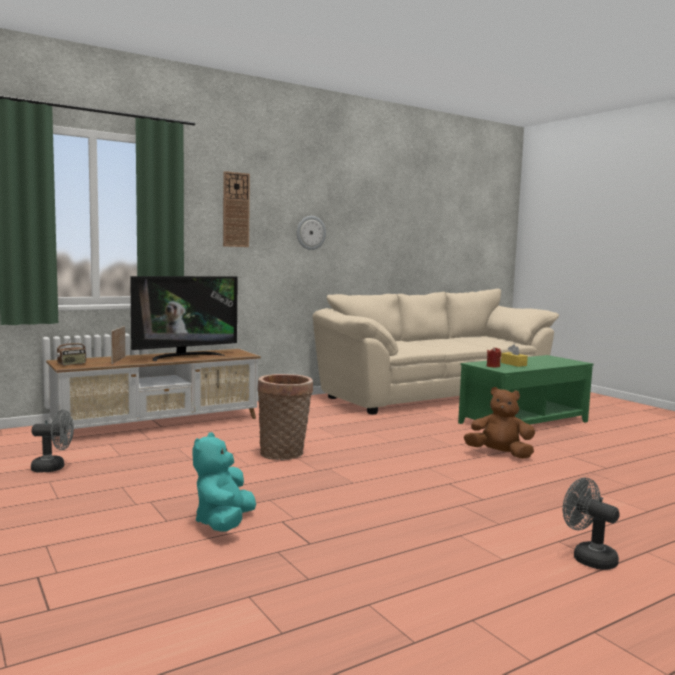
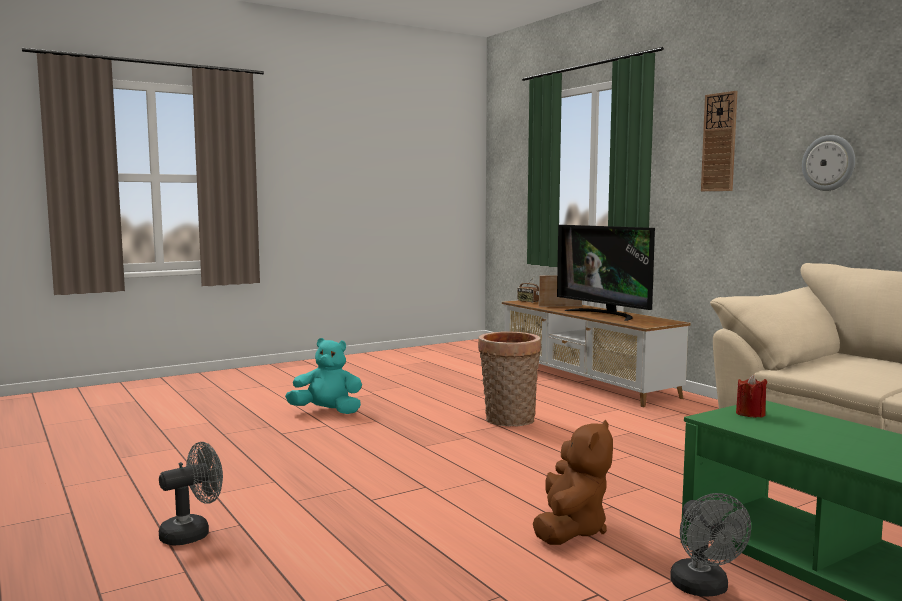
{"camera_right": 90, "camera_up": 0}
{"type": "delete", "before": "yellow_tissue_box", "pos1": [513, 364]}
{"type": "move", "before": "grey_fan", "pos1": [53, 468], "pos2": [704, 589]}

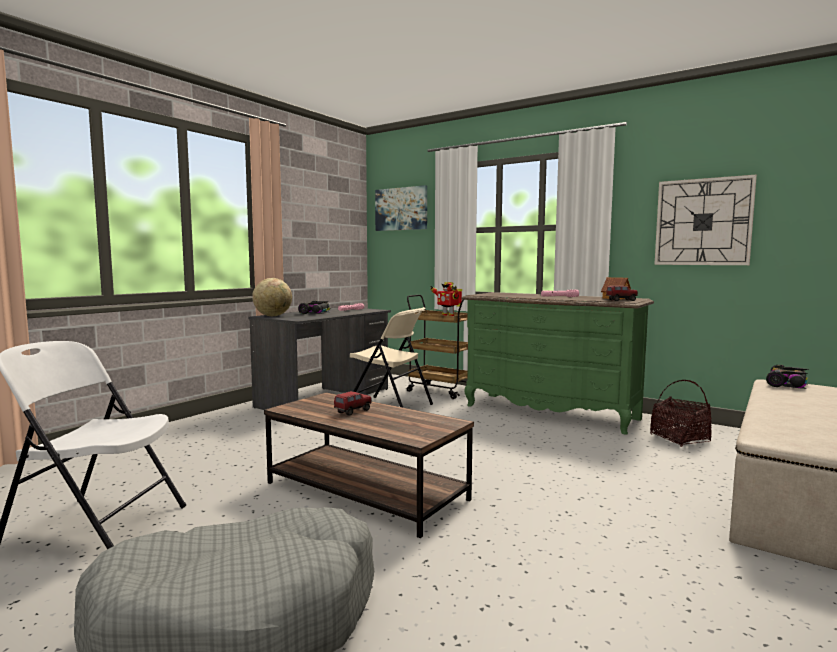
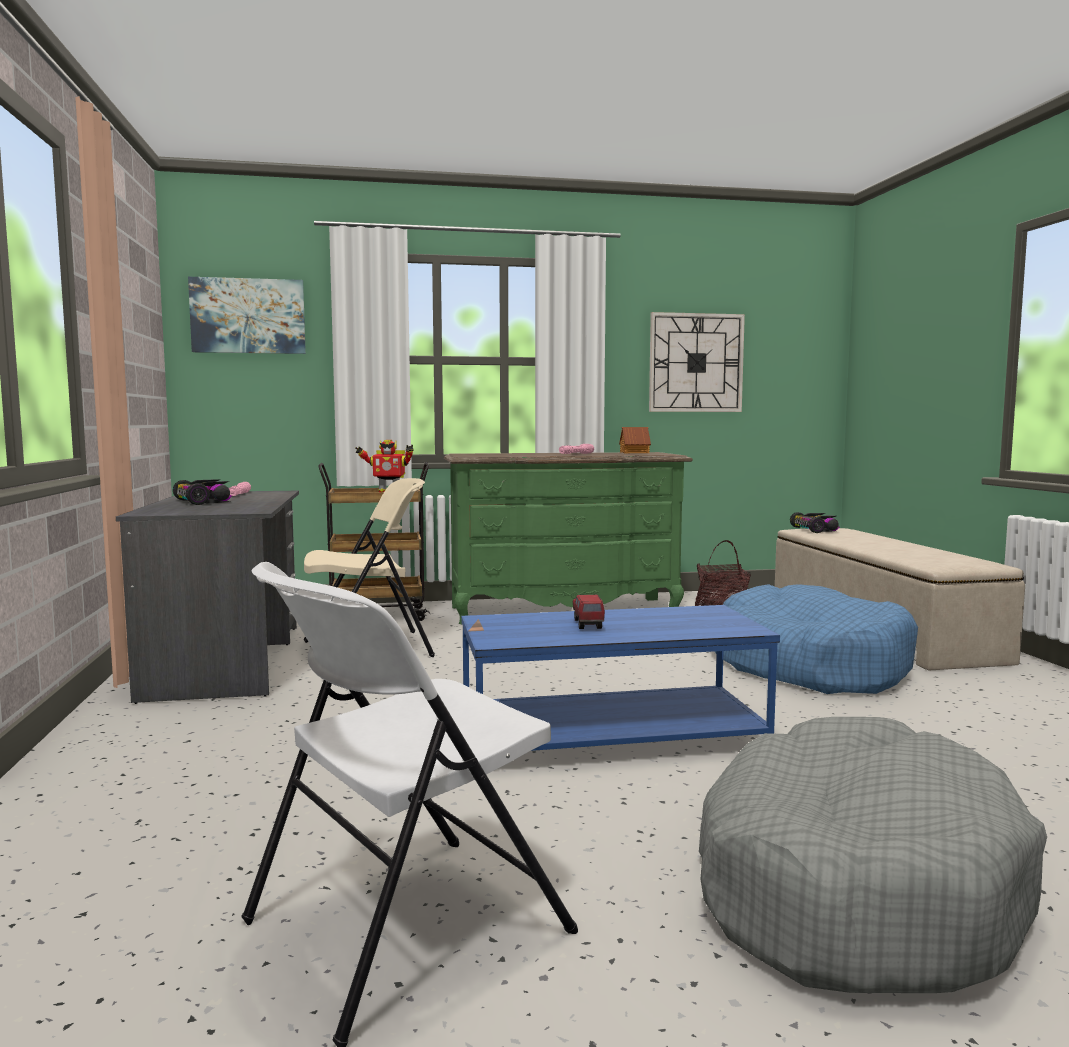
{"camera_right": -45, "camera_up": 0}
{"type": "delete", "before": "globe", "pos1": [273, 316]}
{"type": "delete", "before": "toy_truck", "pos1": [621, 300]}
{"type": "insert", "after": "blue_dog_bed", "pos2": [808, 665]}
{"type": "recolor", "before": "brown_coffee_table", "after": "blue_coffee_table", "pos1": [364, 491], "pos2": [610, 738]}

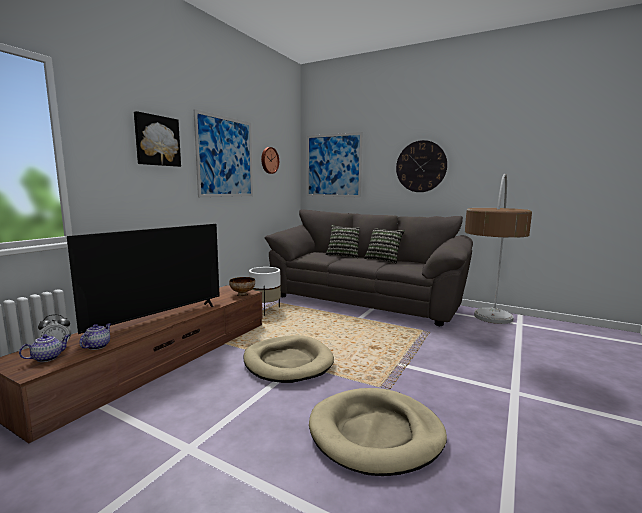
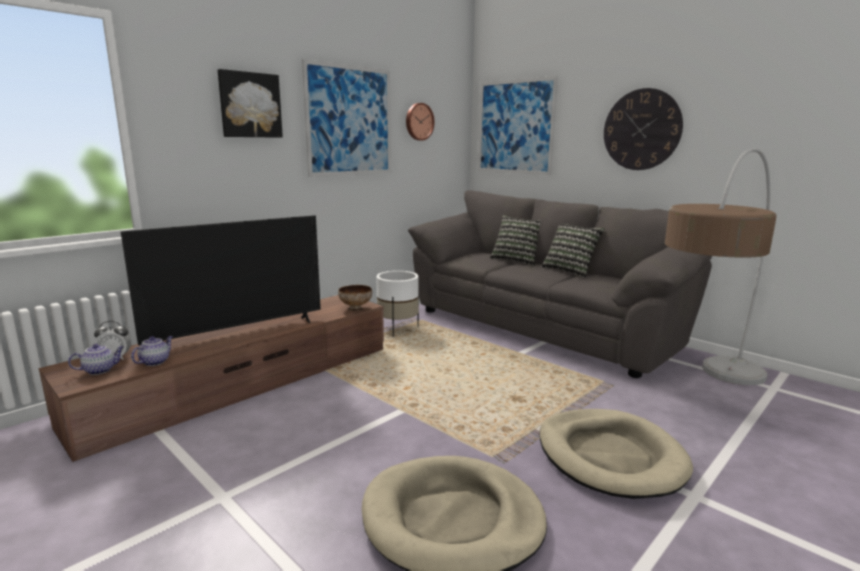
{"camera_right": 15, "camera_up": 5}
{"type": "move", "before": "beige_dog_bed", "pos1": [288, 362], "pos2": [610, 456]}

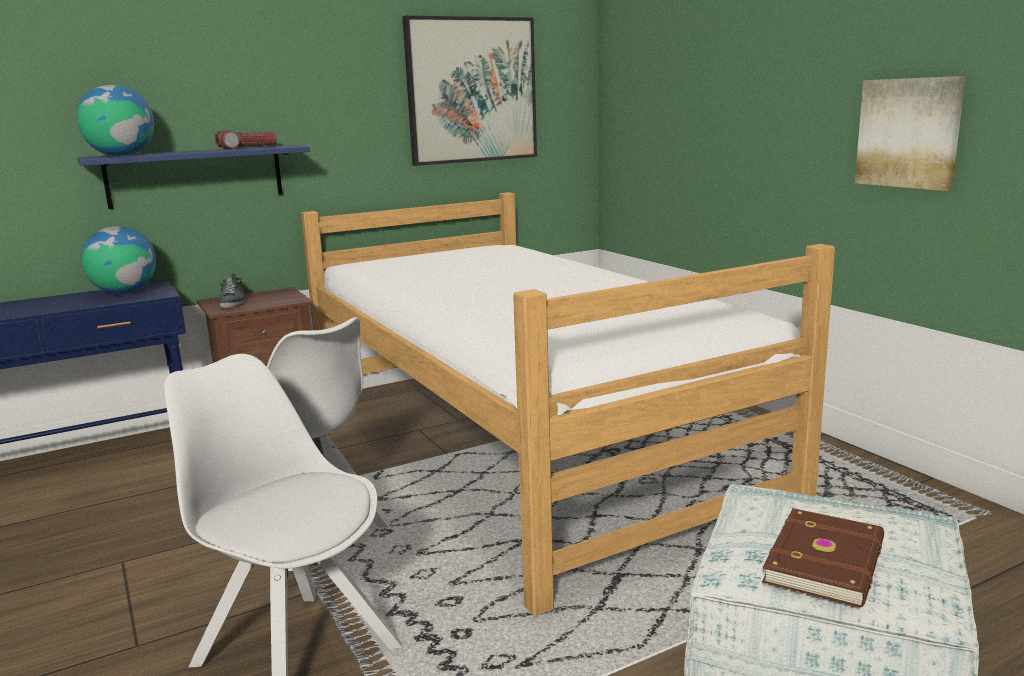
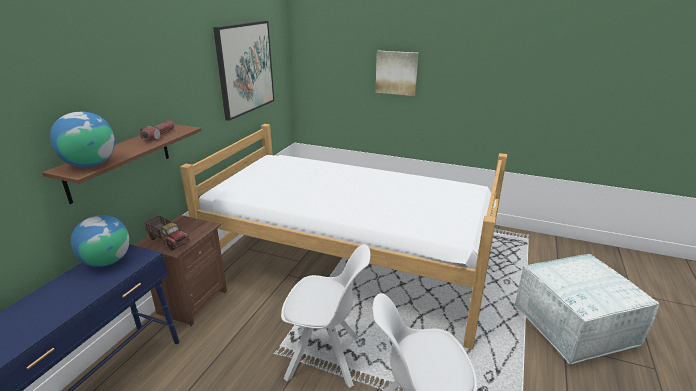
{"camera_right": -40, "camera_up": 10}
{"type": "delete", "before": "brown_book", "pos1": [827, 562]}
{"type": "move", "before": "picture", "pos1": [909, 133], "pos2": [396, 72]}
{"type": "replace", "before": "shoe", "after": "toy_truck", "pos1": [233, 302], "pos2": [168, 240]}
{"type": "recolor", "before": "blue_shelf", "after": "brown_shelf", "pos1": [195, 176], "pos2": [120, 161]}

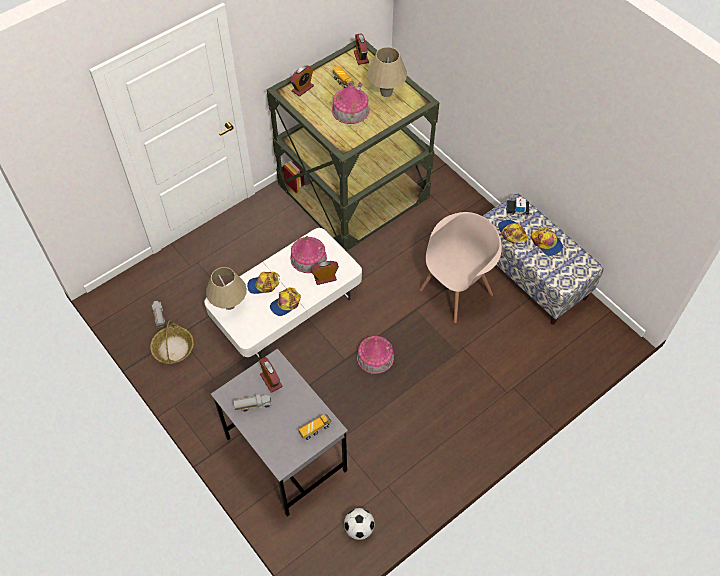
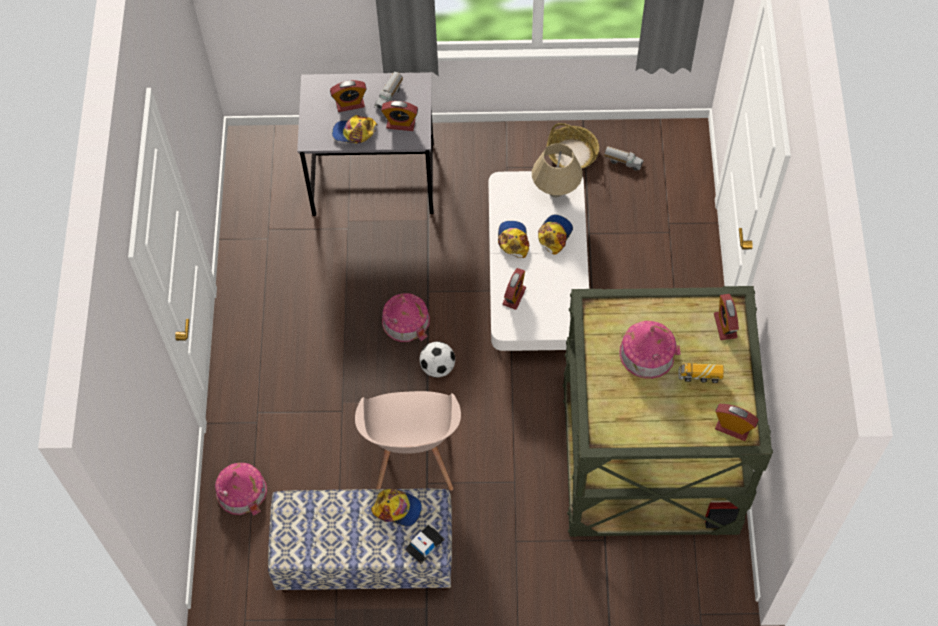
{"camera_right": 130, "camera_up": 5}
{"type": "delete", "before": "toy_truck", "pos1": [315, 429]}
{"type": "delete", "before": "beige_table_lamp", "pos1": [386, 93]}
{"type": "insert", "after": "alarm_clock", "pos2": [350, 104]}
{"type": "move", "before": "toy_house", "pos1": [308, 258], "pos2": [241, 491]}
{"type": "move", "before": "football", "pos1": [359, 528], "pos2": [437, 367]}
{"type": "move", "before": "cap", "pos1": [546, 243], "pos2": [354, 132]}

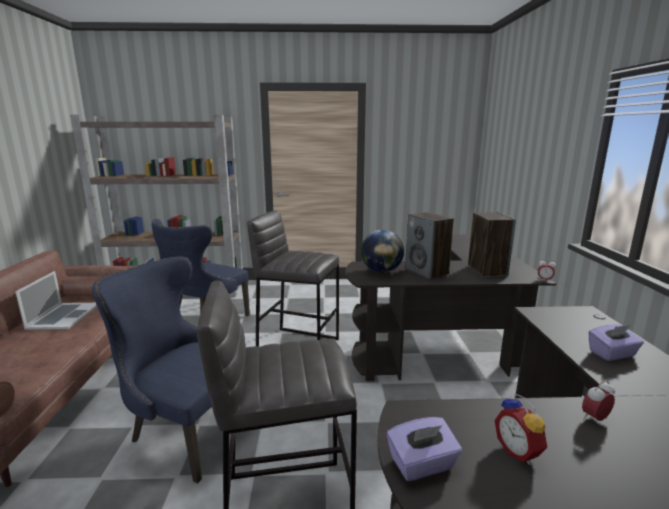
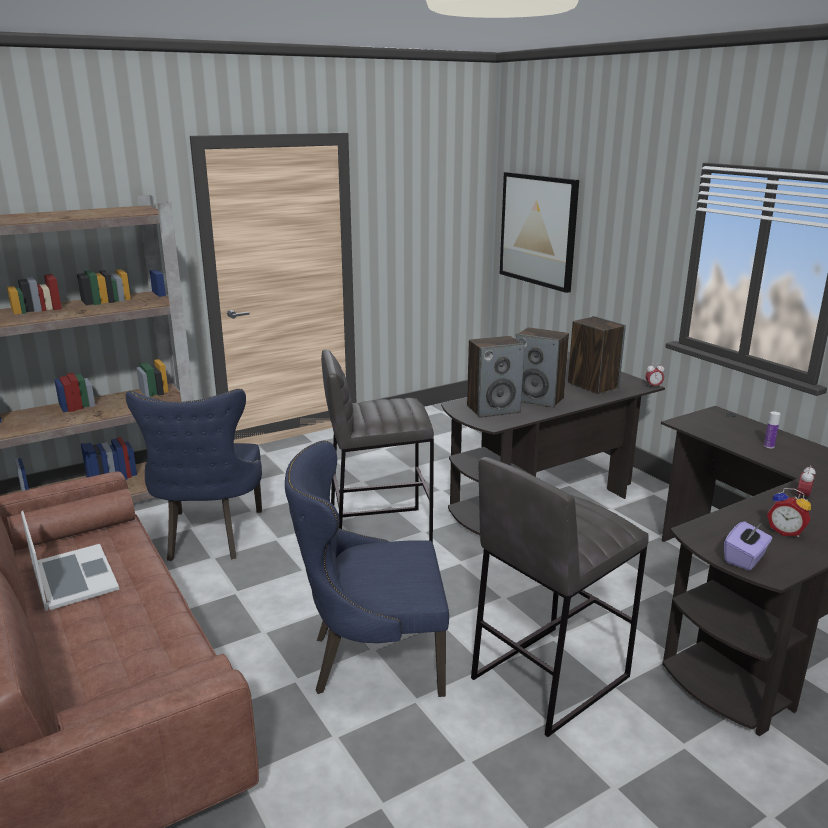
{"camera_right": -30, "camera_up": 5}
{"type": "insert", "after": "picture", "pos2": [538, 230]}
{"type": "replace", "before": "globe", "after": "speaker", "pos1": [381, 271], "pos2": [493, 409]}
{"type": "replace", "before": "purple_tissue_box", "after": "bottle", "pos1": [612, 354], "pos2": [769, 446]}

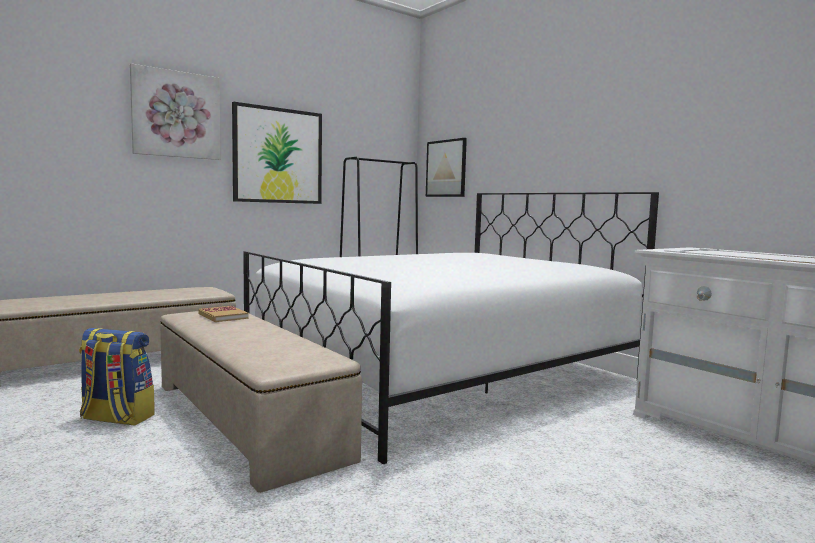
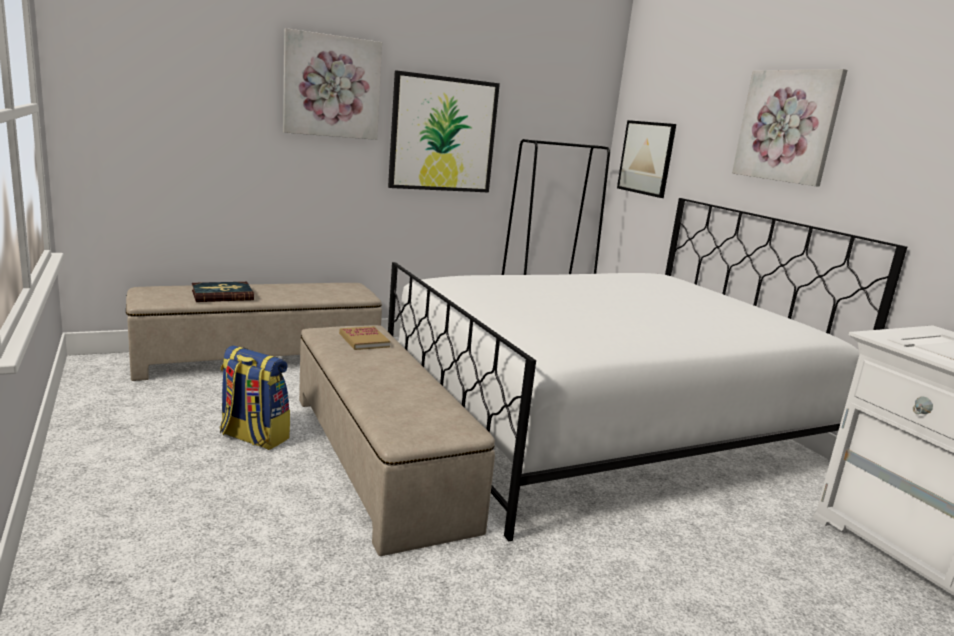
{"camera_right": 10, "camera_up": 10}
{"type": "insert", "after": "book", "pos2": [222, 295]}
{"type": "insert", "after": "picture", "pos2": [787, 126]}

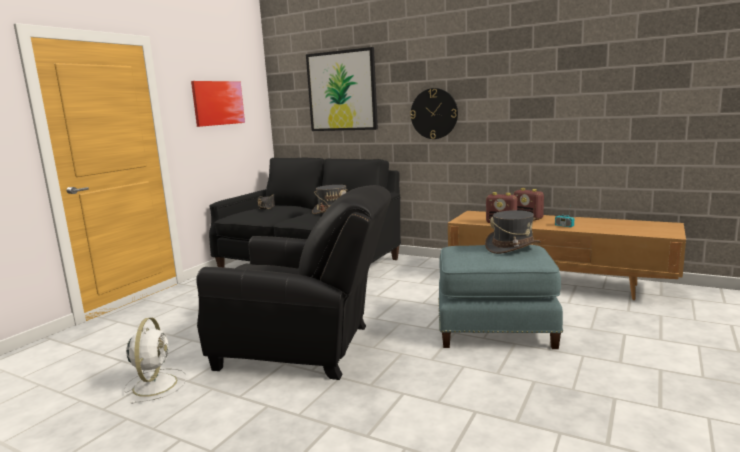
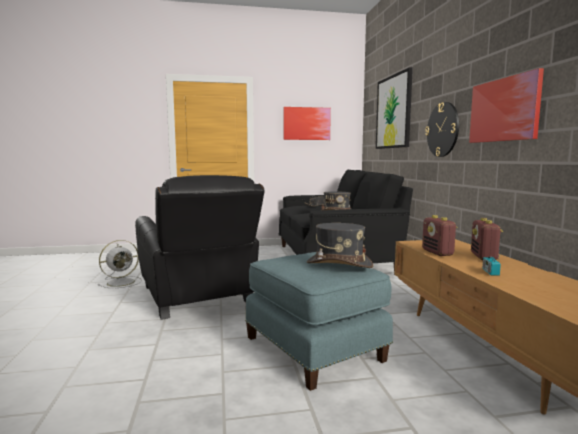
{"camera_right": 50, "camera_up": -5}
{"type": "insert", "after": "picture", "pos2": [504, 110]}

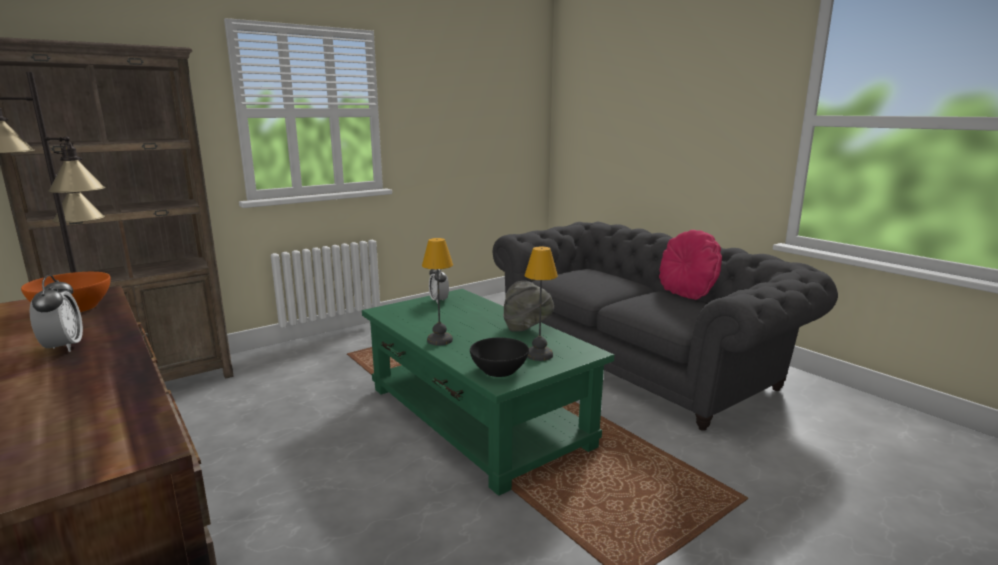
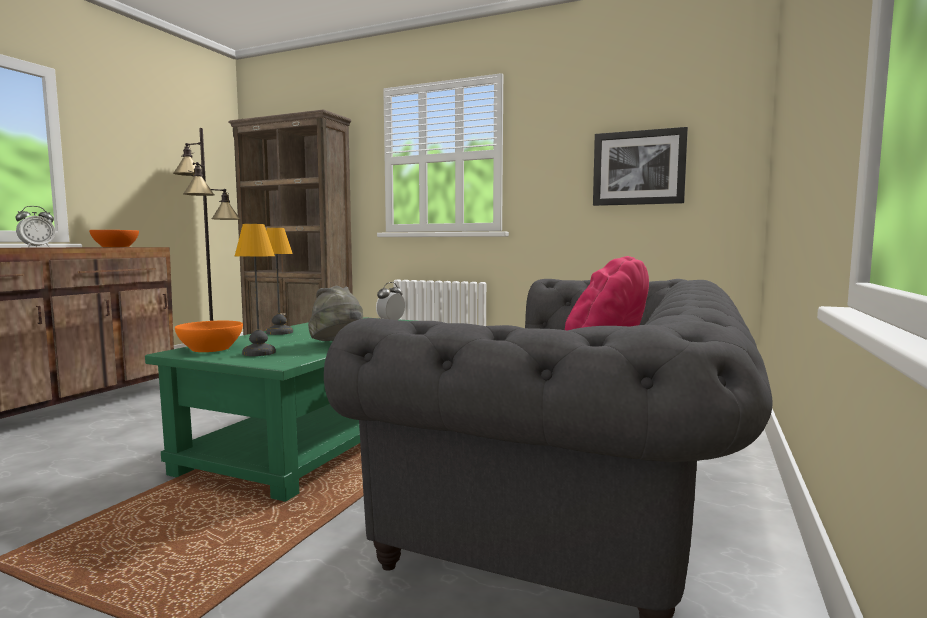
{"camera_right": 60, "camera_up": -10}
{"type": "insert", "after": "picture", "pos2": [638, 168]}
{"type": "recolor", "before": "black_bowl", "after": "orange_bowl", "pos1": [498, 370], "pos2": [210, 349]}

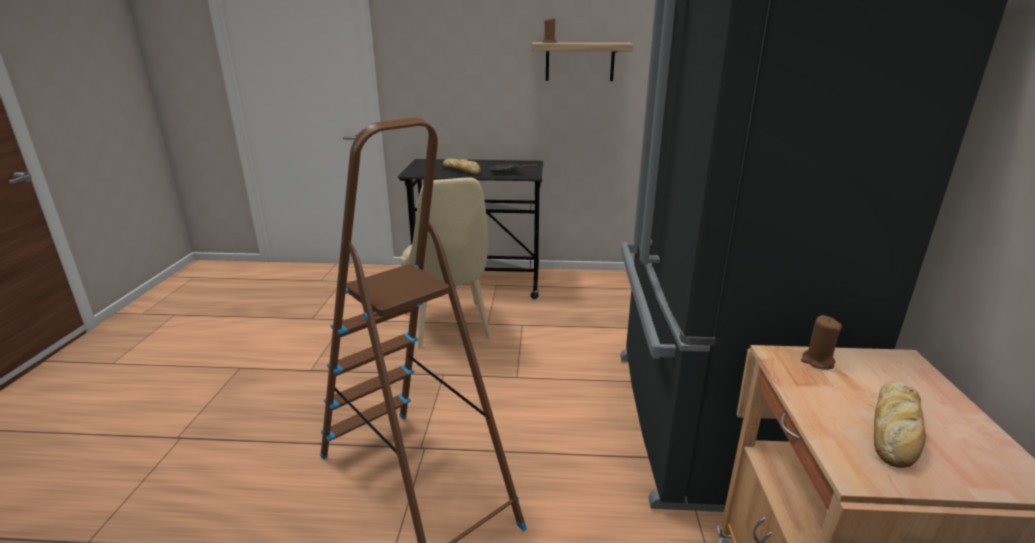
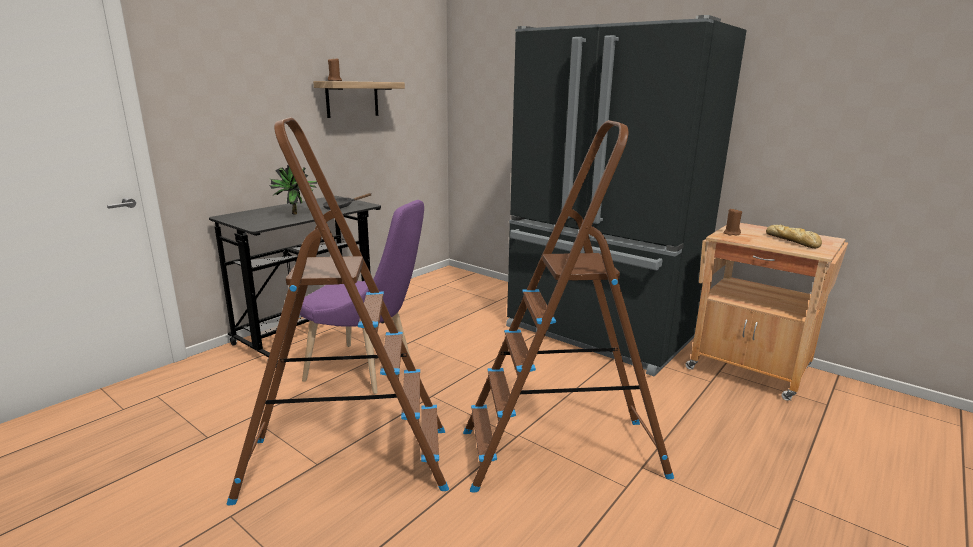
{"camera_right": -55, "camera_up": -5}
{"type": "insert", "after": "brown_step_ladder", "pos2": [348, 463]}
{"type": "replace", "before": "bread", "after": "potted_plant", "pos1": [462, 170], "pos2": [297, 214]}
{"type": "recolor", "before": "beige_chair", "after": "purple_chair", "pos1": [449, 329], "pos2": [366, 370]}

